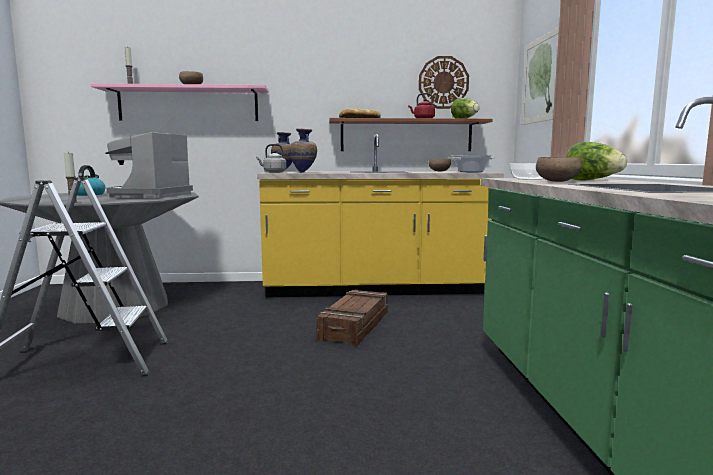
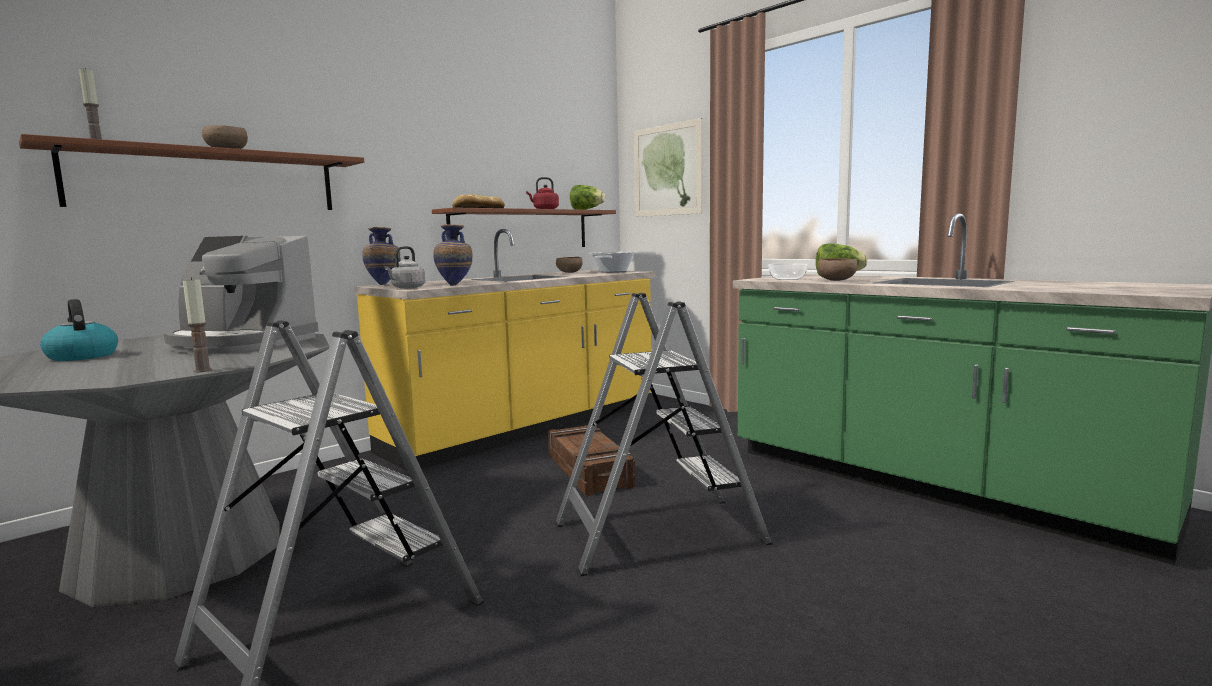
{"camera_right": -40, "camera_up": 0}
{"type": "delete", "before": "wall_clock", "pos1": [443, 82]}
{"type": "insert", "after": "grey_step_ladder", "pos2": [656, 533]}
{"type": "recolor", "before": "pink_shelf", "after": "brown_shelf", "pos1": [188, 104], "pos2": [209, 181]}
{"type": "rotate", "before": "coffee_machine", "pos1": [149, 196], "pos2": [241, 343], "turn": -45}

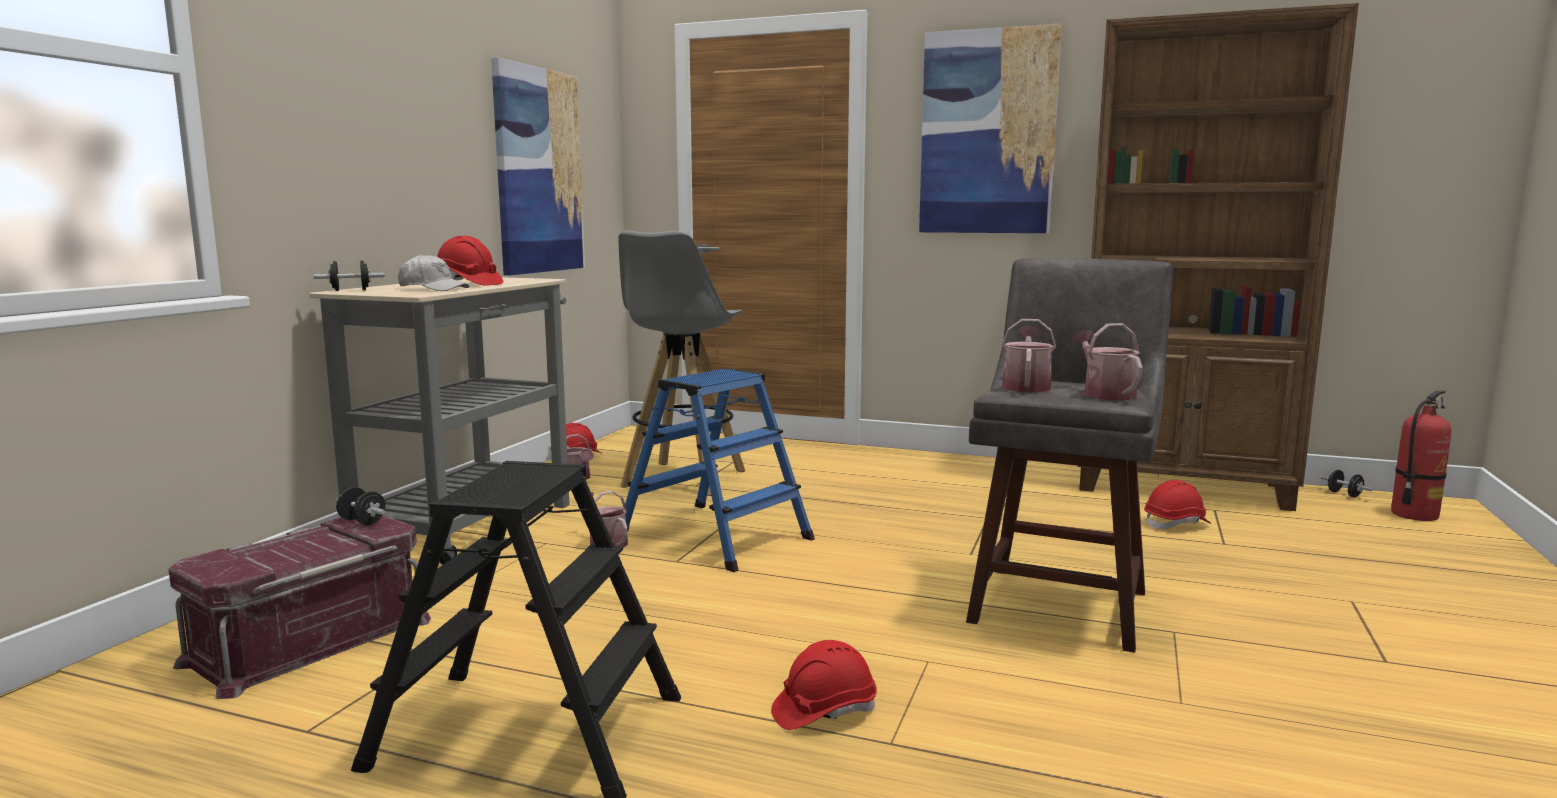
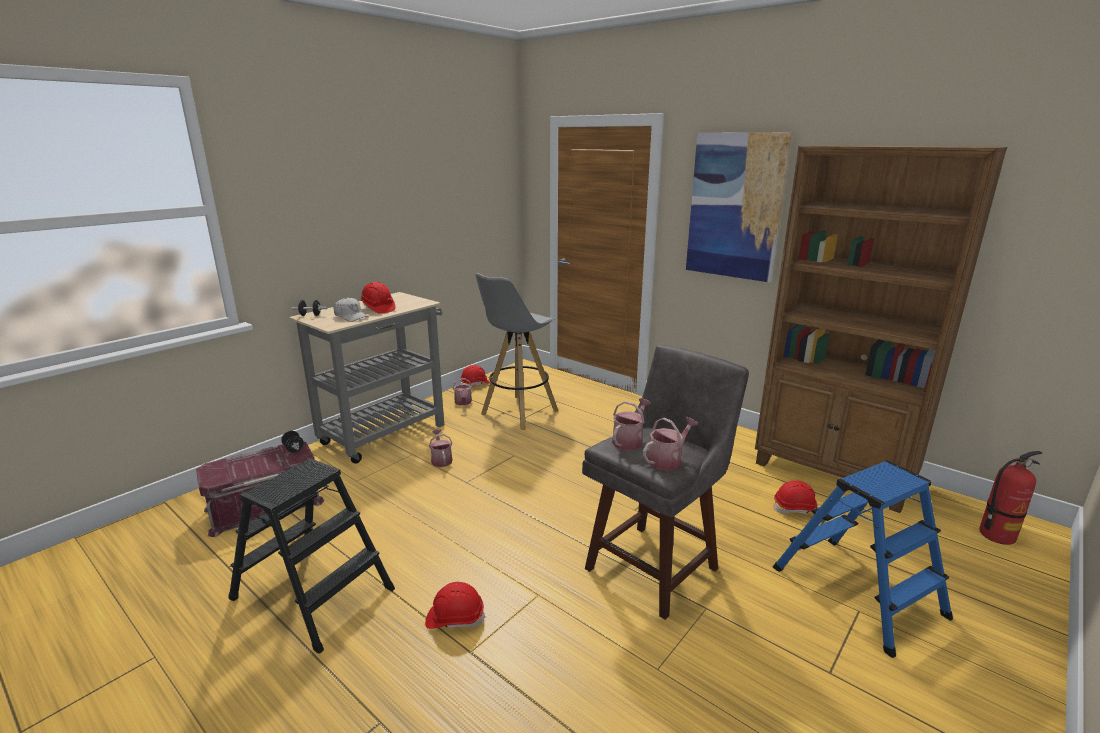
{"camera_right": 20, "camera_up": 10}
{"type": "delete", "before": "picture", "pos1": [538, 171]}
{"type": "delete", "before": "black_dumbbell", "pos1": [1344, 494]}
{"type": "move", "before": "blue_step_ladder", "pos1": [714, 535], "pos2": [857, 591]}
{"type": "rotate", "before": "watering_can", "pos1": [1105, 393], "pos2": [667, 460], "turn": 45}

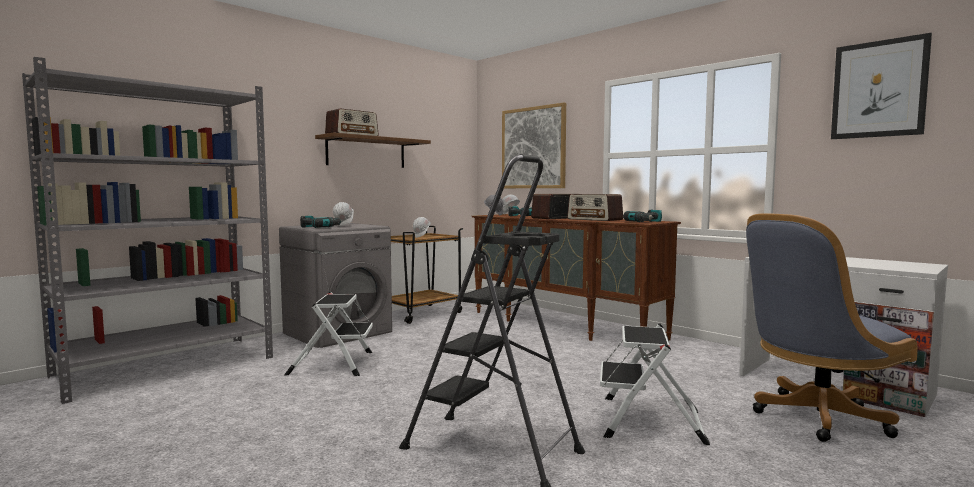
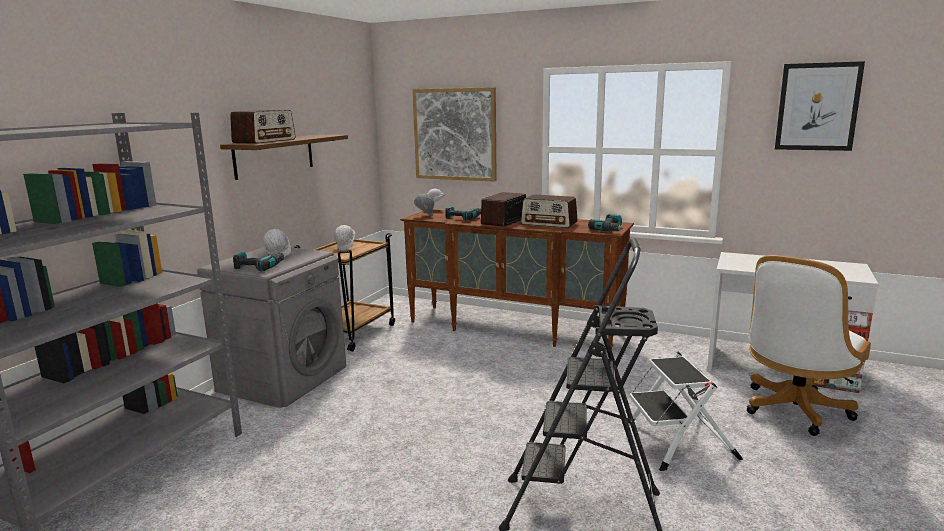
{"camera_right": -20, "camera_up": 10}
{"type": "delete", "before": "step_ladder", "pos1": [332, 363]}
{"type": "recolor", "before": "blue_office_chair", "after": "white_office_chair", "pos1": [813, 420], "pos2": [792, 413]}

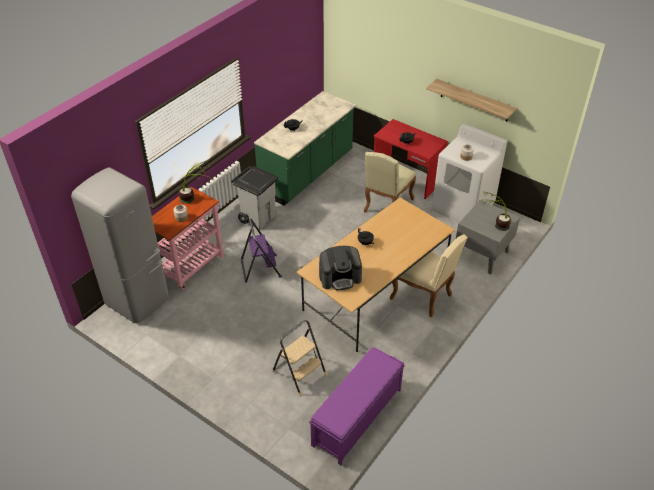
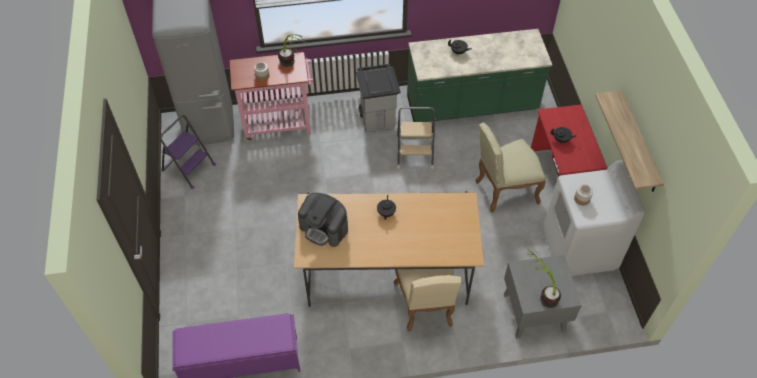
{"camera_right": 45, "camera_up": 10}
{"type": "move", "before": "purple_step_ladder", "pos1": [259, 268], "pos2": [187, 166]}
{"type": "move", "before": "beige_step_ladder", "pos1": [298, 371], "pos2": [415, 150]}

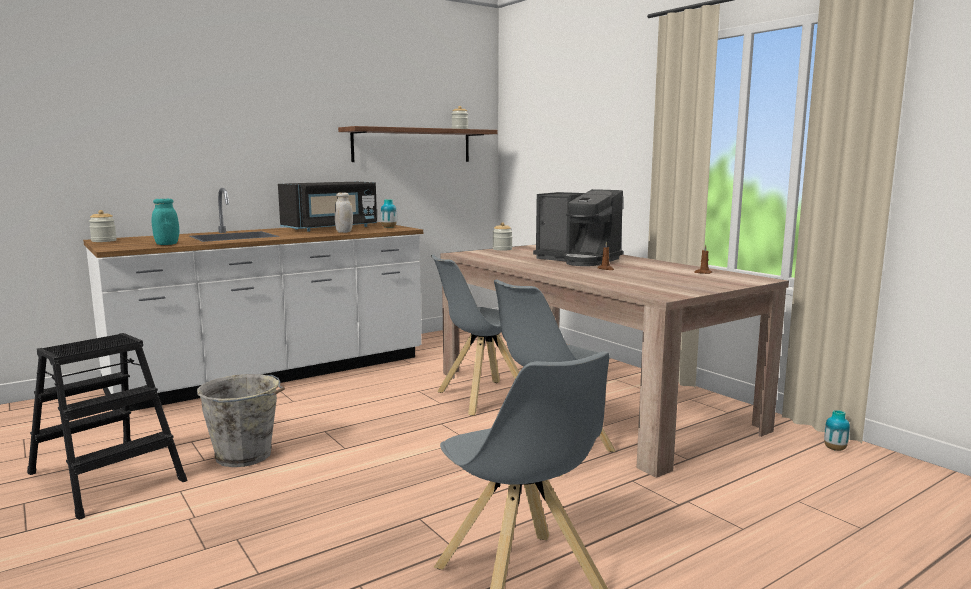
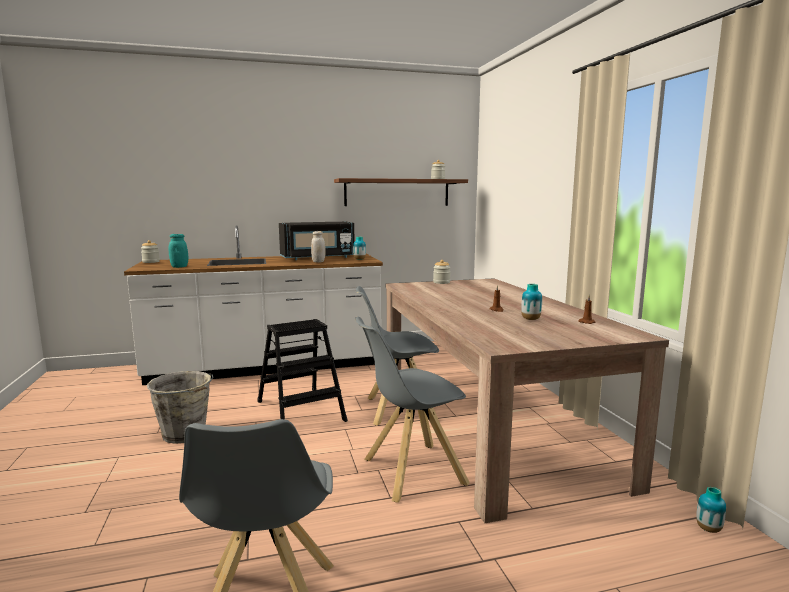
{"camera_right": 20, "camera_up": 0}
{"type": "delete", "before": "coffee_machine", "pos1": [578, 260]}
{"type": "insert", "after": "vase", "pos2": [530, 319]}
{"type": "move", "before": "black_step_ladder", "pos1": [106, 476], "pos2": [300, 410]}

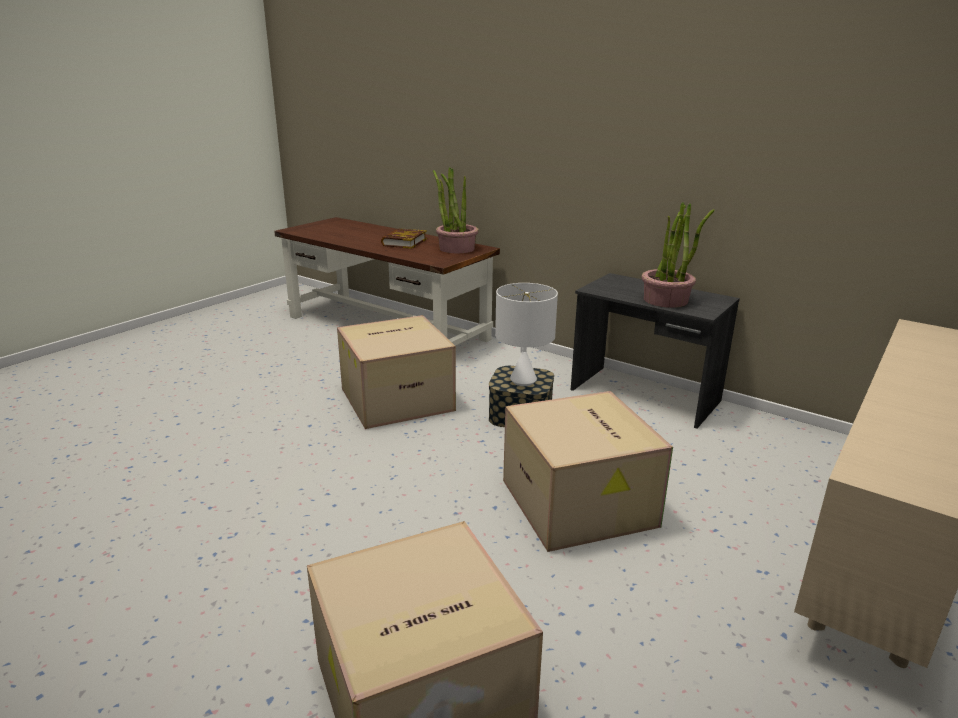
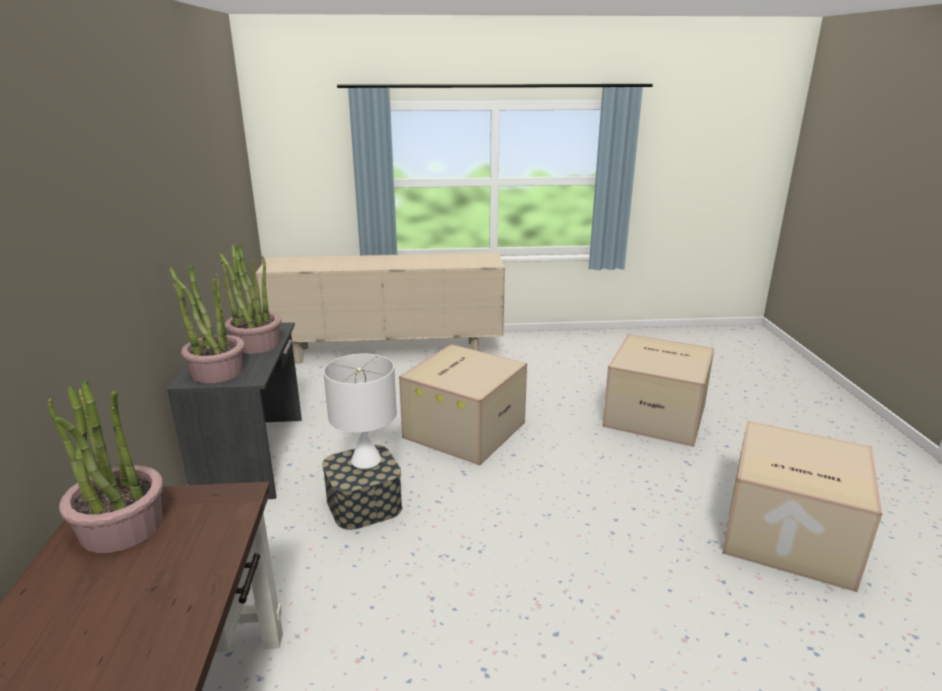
{"camera_right": -130, "camera_up": 0}
{"type": "delete", "before": "book", "pos1": [404, 242]}
{"type": "insert", "after": "potted_plant", "pos2": [216, 371]}
{"type": "move", "before": "cardboard_box", "pos1": [398, 398], "pos2": [786, 535]}

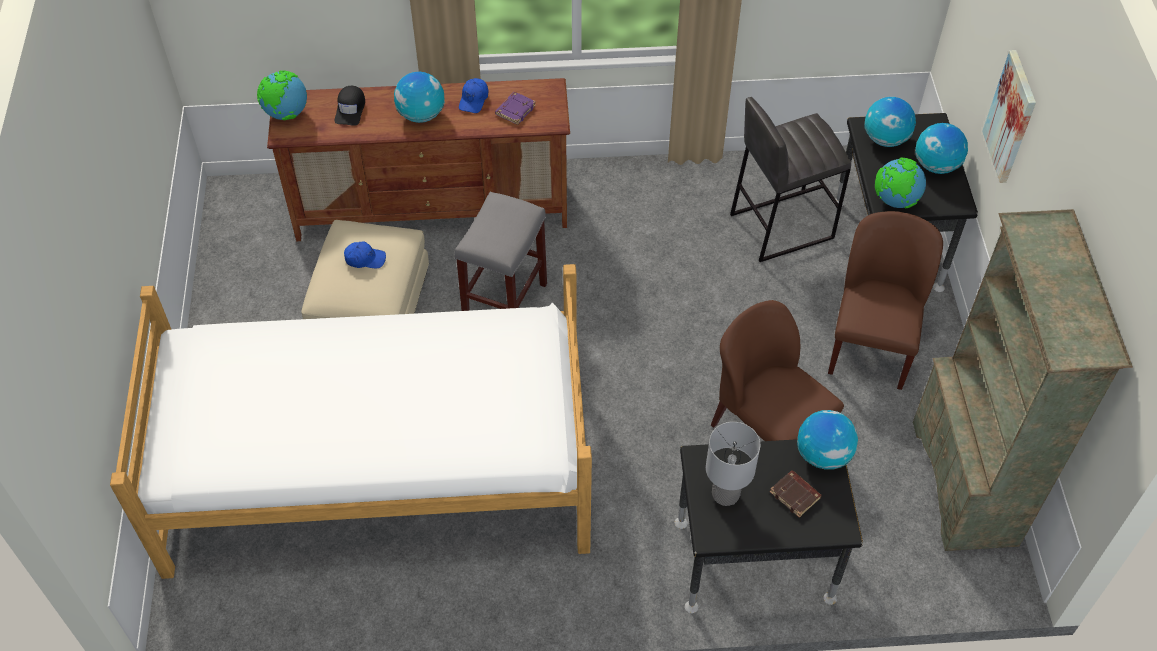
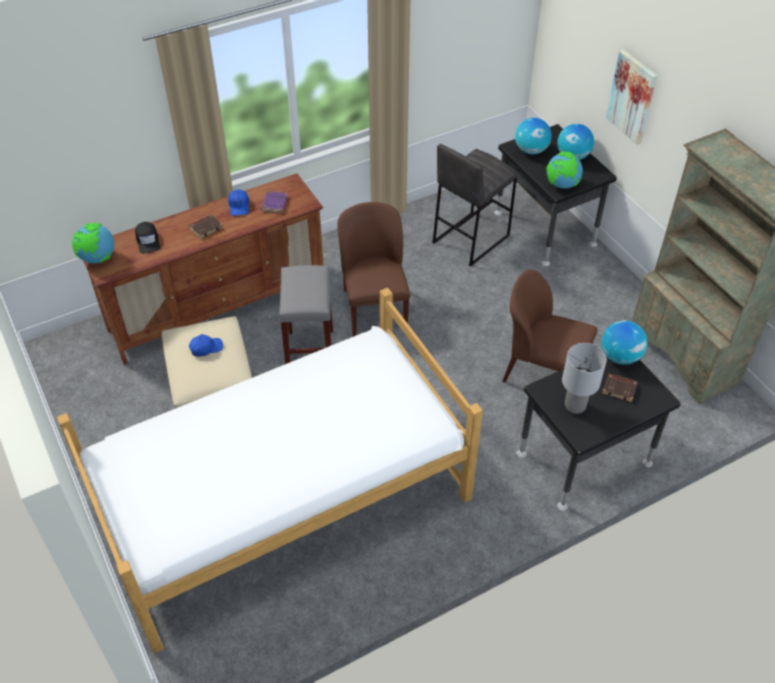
{"camera_right": -25, "camera_up": -5}
{"type": "move", "before": "brown_chair", "pos1": [871, 344], "pos2": [374, 308]}
{"type": "replace", "before": "globe", "after": "brown_book", "pos1": [421, 115], "pos2": [206, 228]}

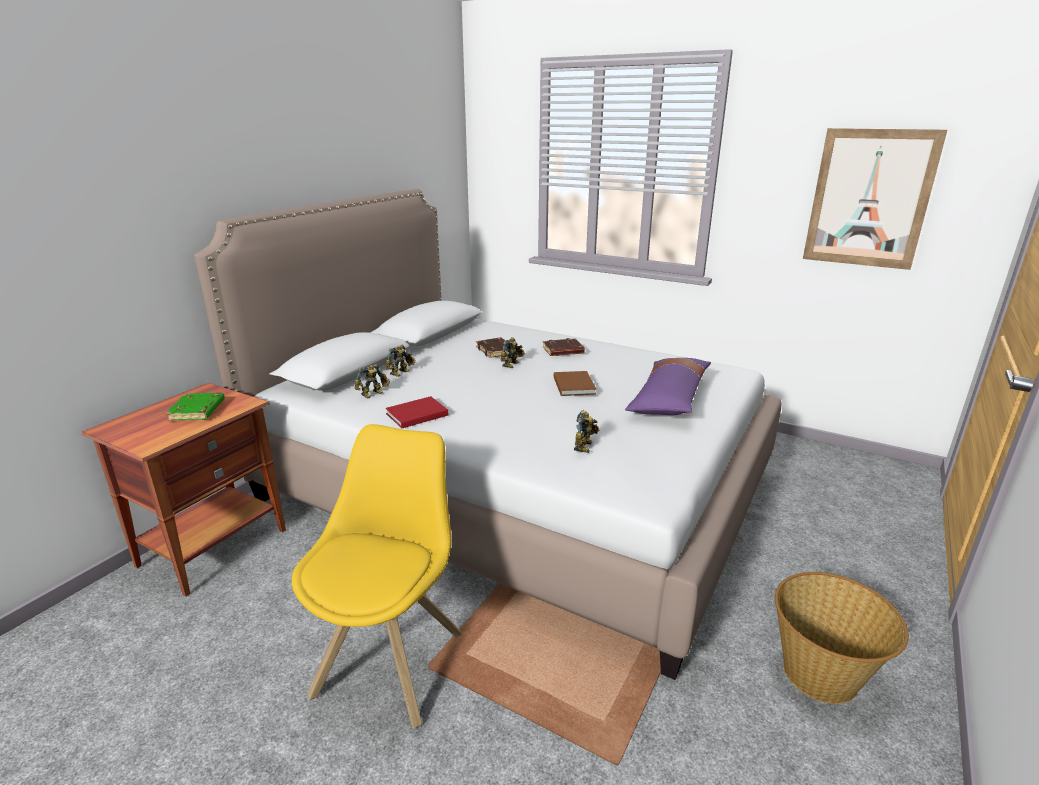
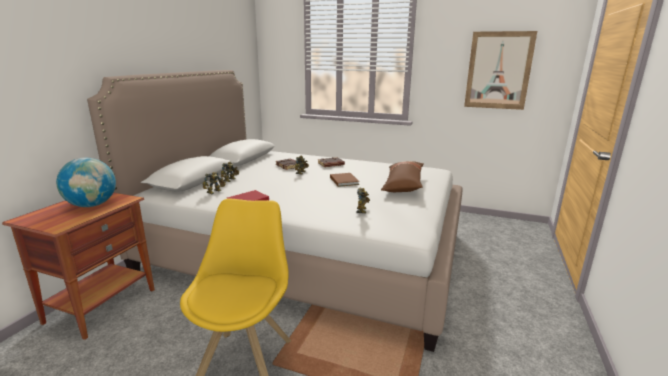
{"camera_right": -10, "camera_up": -5}
{"type": "delete", "before": "basket", "pos1": [821, 674]}
{"type": "replace", "before": "green_book", "after": "globe", "pos1": [198, 411], "pos2": [92, 205]}
{"type": "recolor", "before": "purple_pillow", "after": "brown_pillow", "pos1": [669, 398], "pos2": [403, 184]}

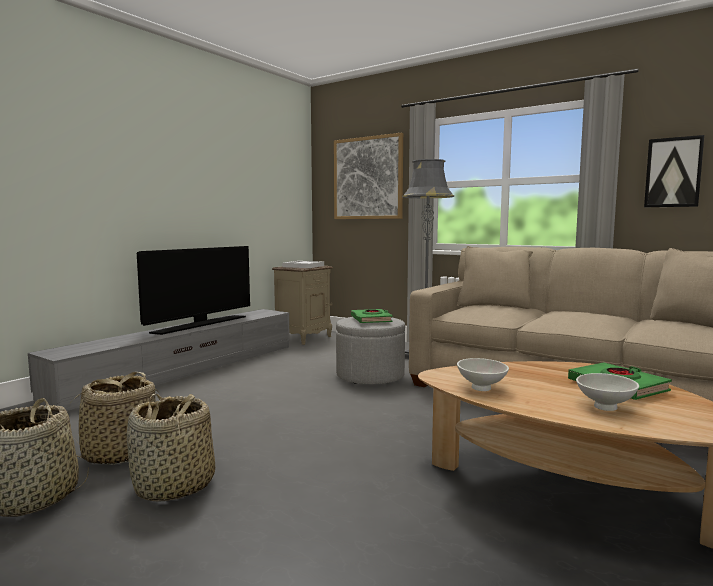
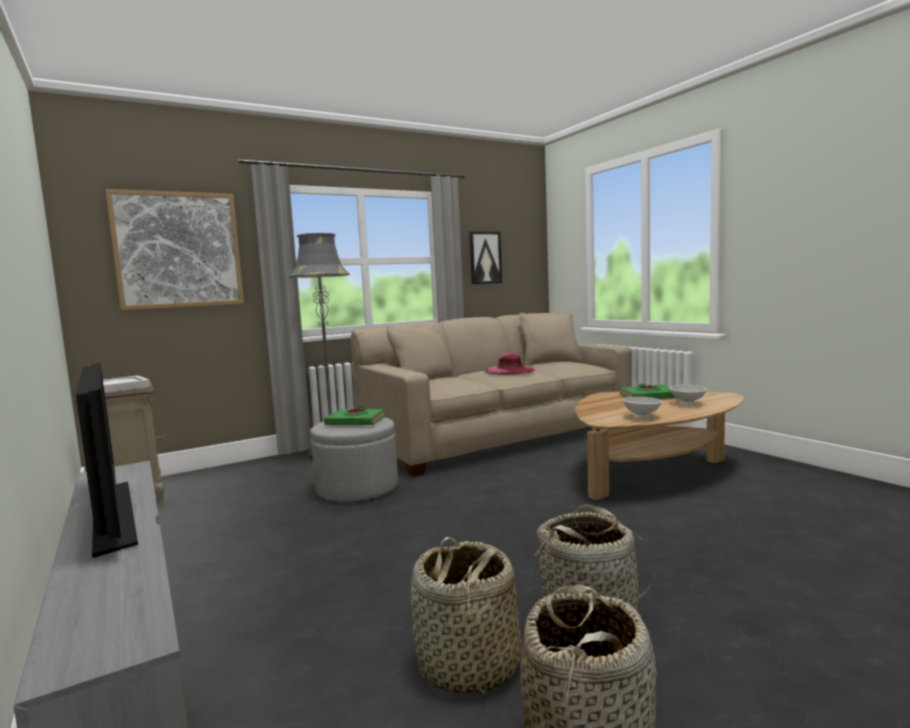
{"camera_right": -65, "camera_up": 0}
{"type": "insert", "after": "pink_hat", "pos2": [509, 370]}

